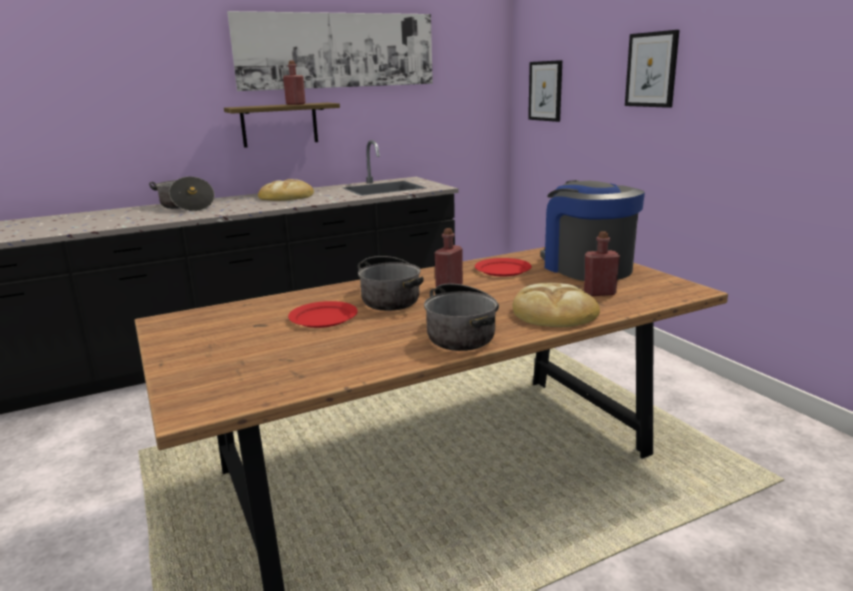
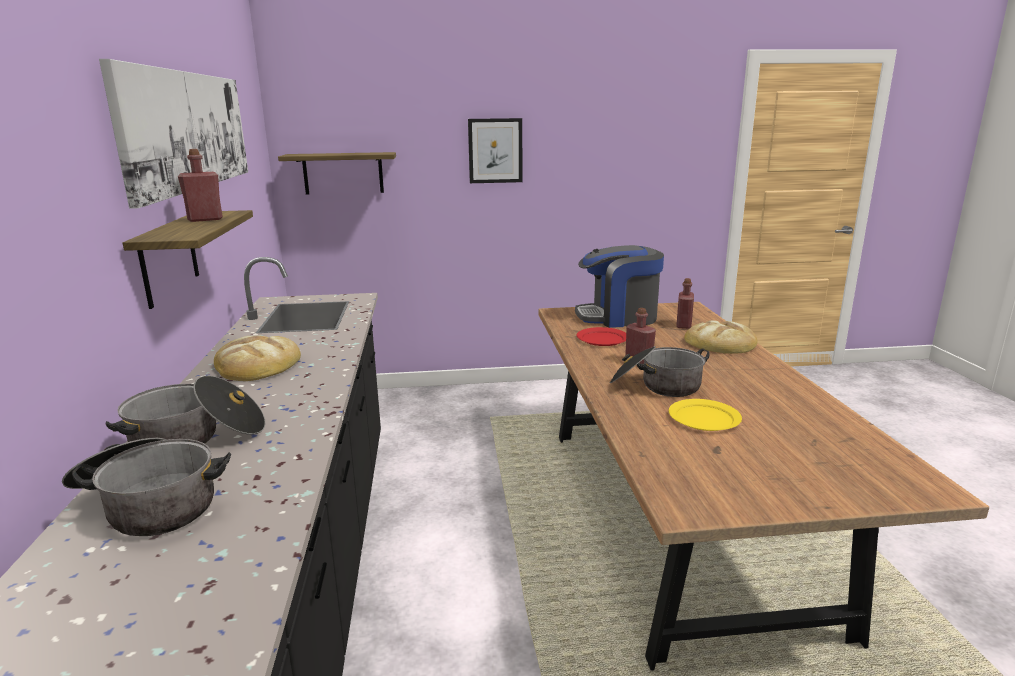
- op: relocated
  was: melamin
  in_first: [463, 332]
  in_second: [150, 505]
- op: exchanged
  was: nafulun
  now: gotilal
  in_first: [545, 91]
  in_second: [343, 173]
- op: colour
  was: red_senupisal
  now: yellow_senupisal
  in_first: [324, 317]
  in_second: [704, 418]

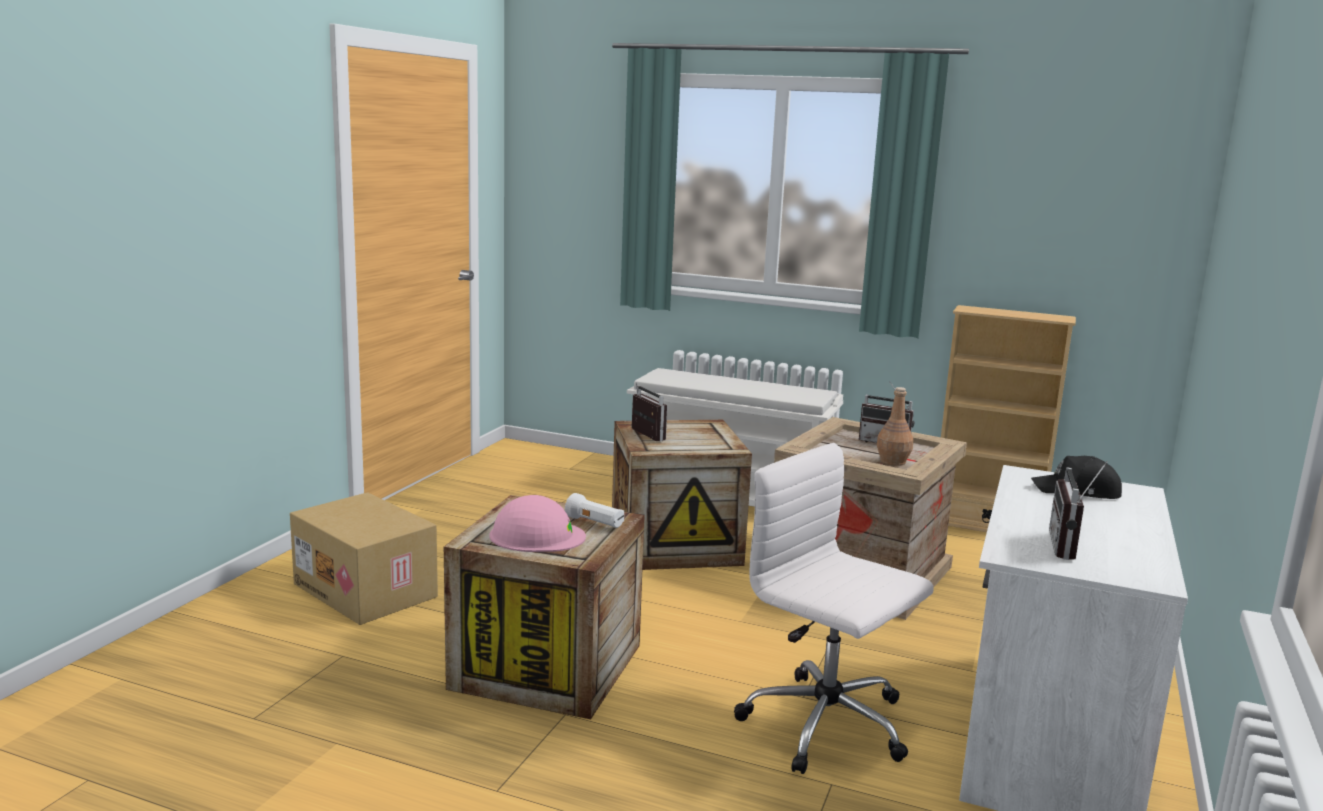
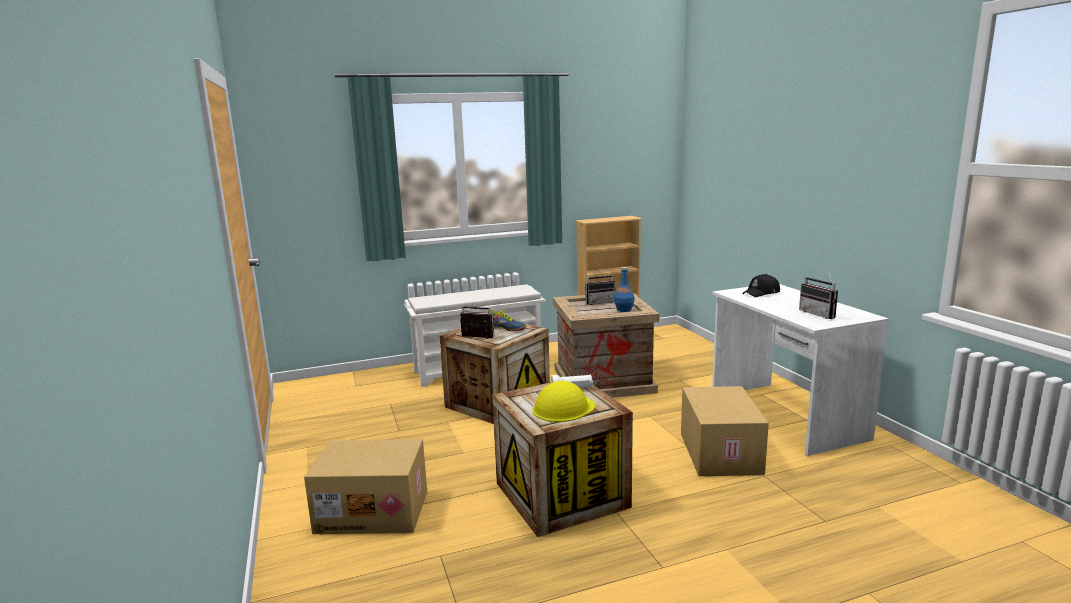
- op: appeared
  now: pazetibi
  in_second: [505, 328]
- op: exchanged
  was: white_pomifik
  now: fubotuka
  in_first: [828, 726]
  in_second: [718, 453]
- op: colour
  was: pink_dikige
  now: yellow_dikige
  in_first: [536, 536]
  in_second: [563, 408]
- op: colour
  was: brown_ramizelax
  now: blue_ramizelax
  in_first: [892, 462]
  in_second: [624, 310]

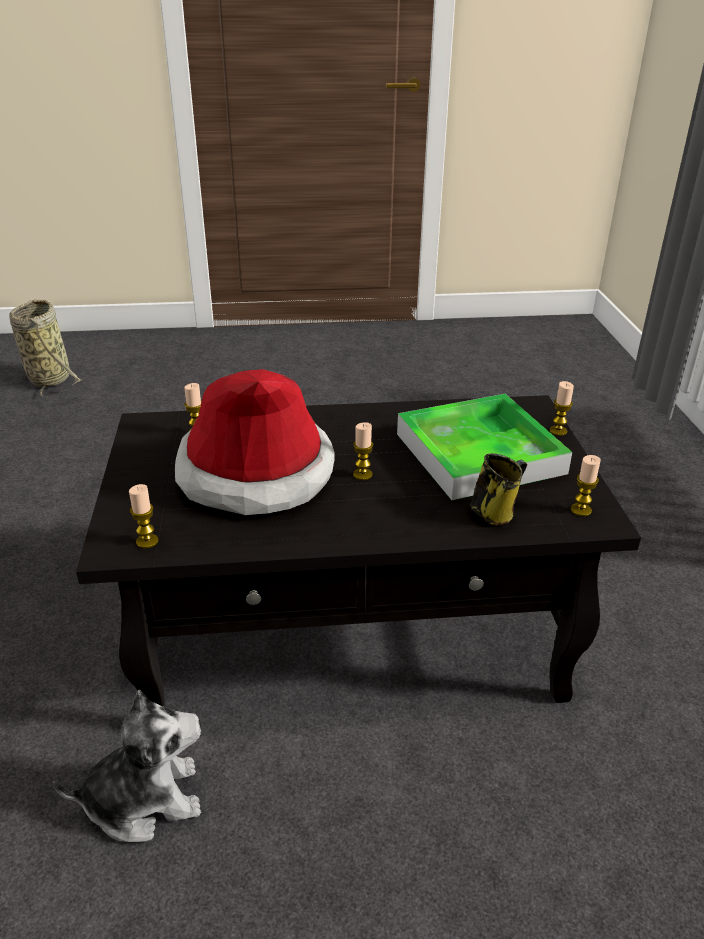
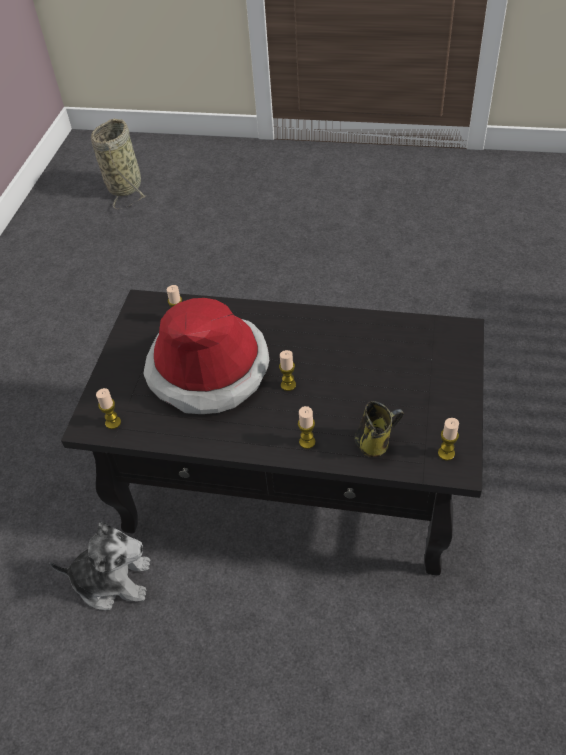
- op: missing
  was: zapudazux
  in_first: [479, 453]
- op: relocated
  was: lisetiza
  in_first: [558, 431]
  in_second: [307, 442]

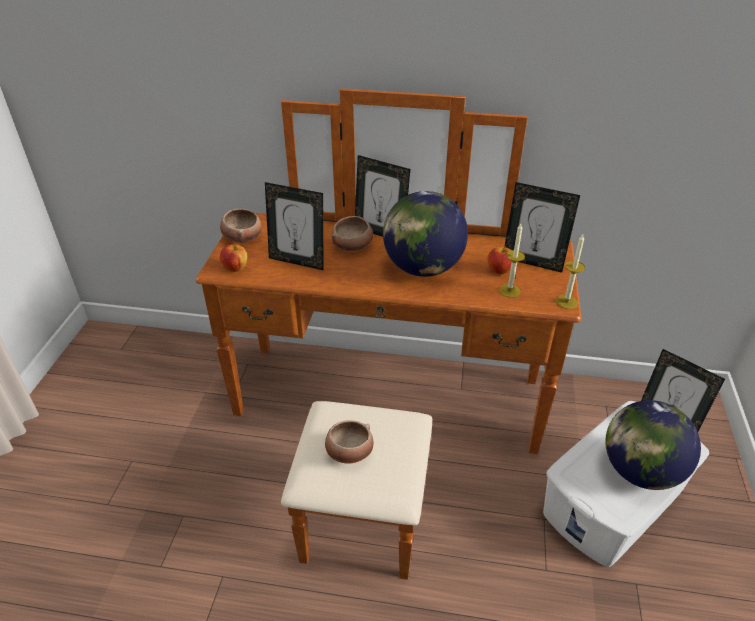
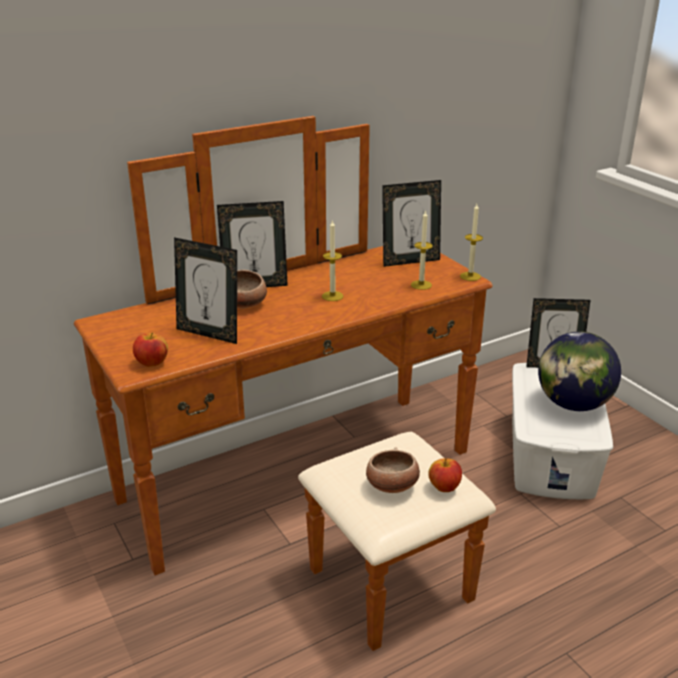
- op: missing
  was: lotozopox
  in_first: [242, 237]
- op: relocated
  was: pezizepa
  in_first: [499, 270]
  in_second: [444, 487]
- op: exchanged
  was: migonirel
  now: lisetiza
  in_first: [423, 268]
  in_second: [332, 296]
- op: spun
  was: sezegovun
  in_first: [298, 261]
  in_second: [209, 333]
  clockwise: 45

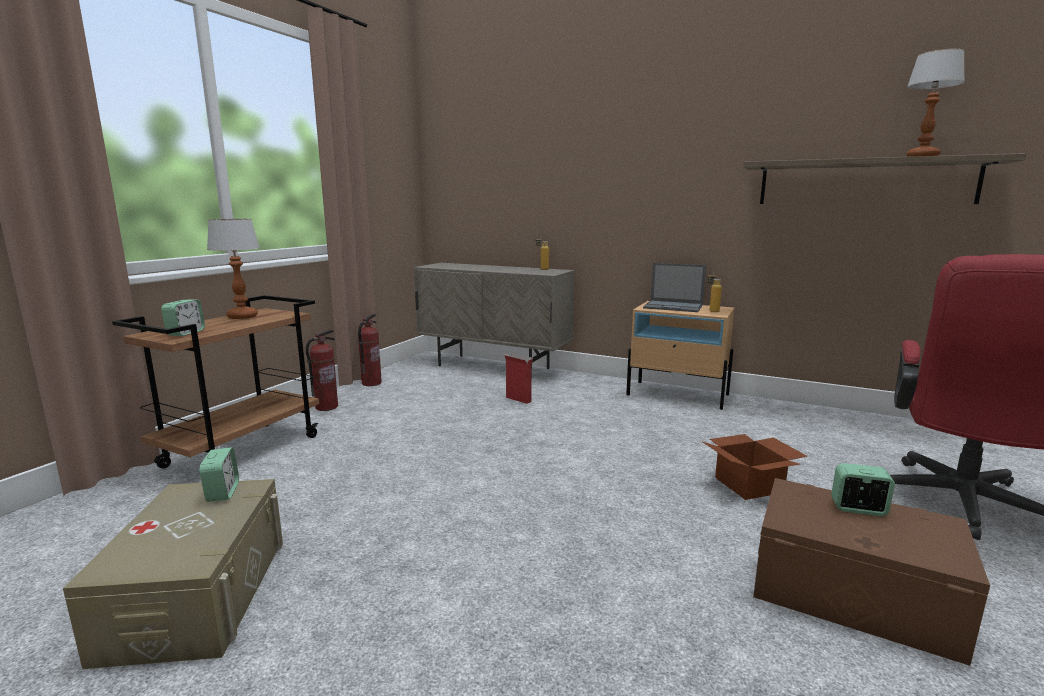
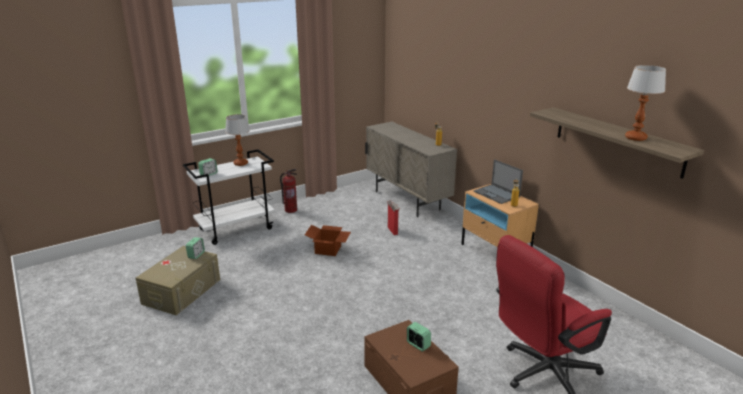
- op: missing
  was: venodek
  in_first: [371, 383]
- op: relocated
  was: fubotuka
  in_first: [751, 485]
  in_second: [328, 249]
- op: colour
  was: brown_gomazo
  now: white_gomazo
  in_first: [243, 450]
  in_second: [236, 229]

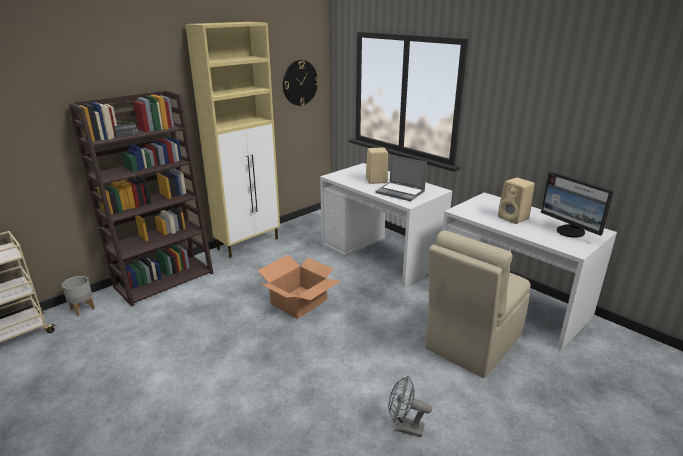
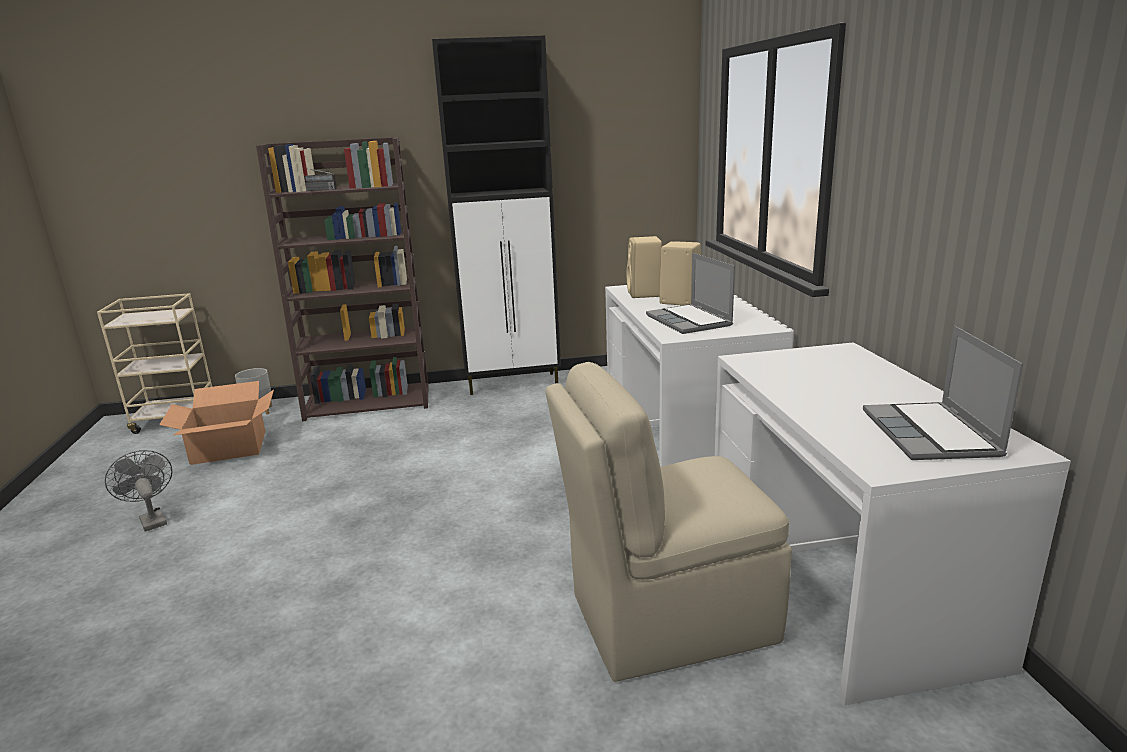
- op: missing
  was: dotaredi
  in_first: [300, 83]
- op: relocated
  was: fubotuka
  in_first: [299, 302]
  in_second: [229, 448]
- op: relocated
  was: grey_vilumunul
  in_first: [404, 427]
  in_second: [151, 519]
- op: relocated
  was: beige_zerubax
  in_first: [514, 218]
  in_second: [645, 294]
- op: exchanged
  was: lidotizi
  now: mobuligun
  in_first: [570, 232]
  in_second: [932, 434]
- op: colour
  was: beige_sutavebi
  now: black_sutavebi
  in_first: [249, 243]
  in_second: [514, 383]

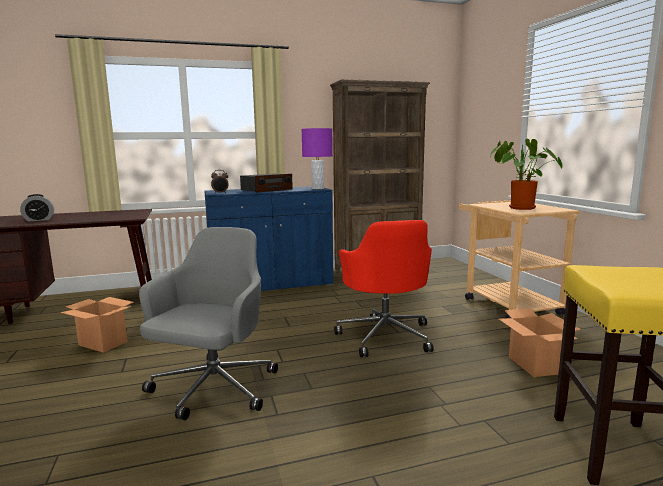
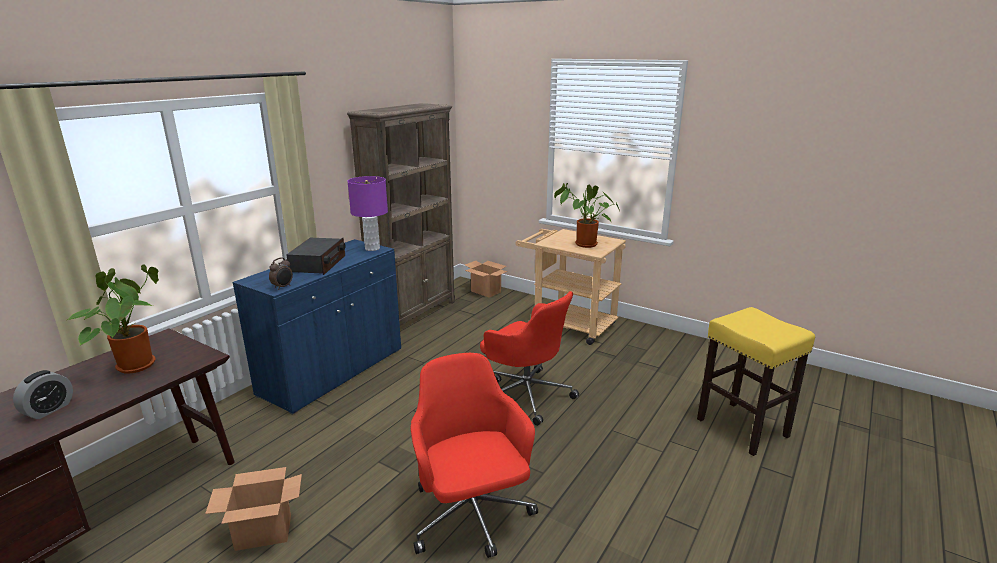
- op: appeared
  now: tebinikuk
  in_second: [135, 364]
- op: relocated
  was: fubotuka
  in_first: [535, 365]
  in_second: [486, 291]
- op: colour
  was: grey_pomifik
  now: red_pomifik
  in_first: [213, 389]
  in_second: [471, 516]

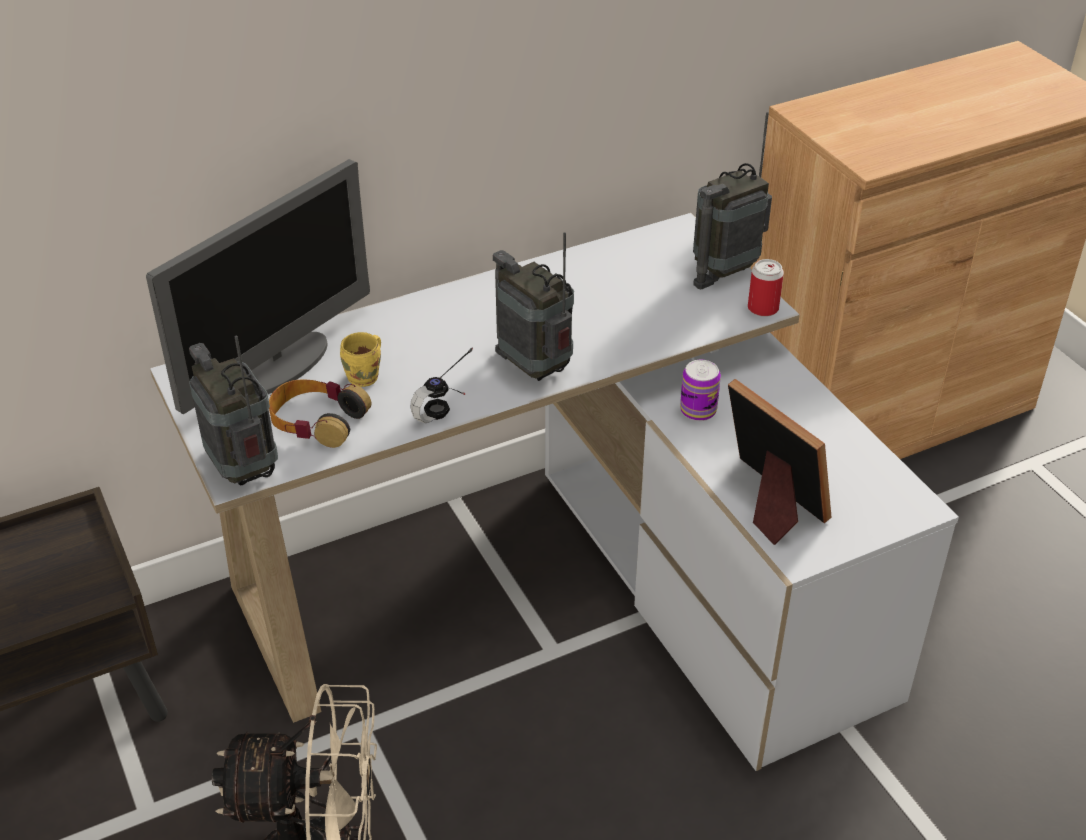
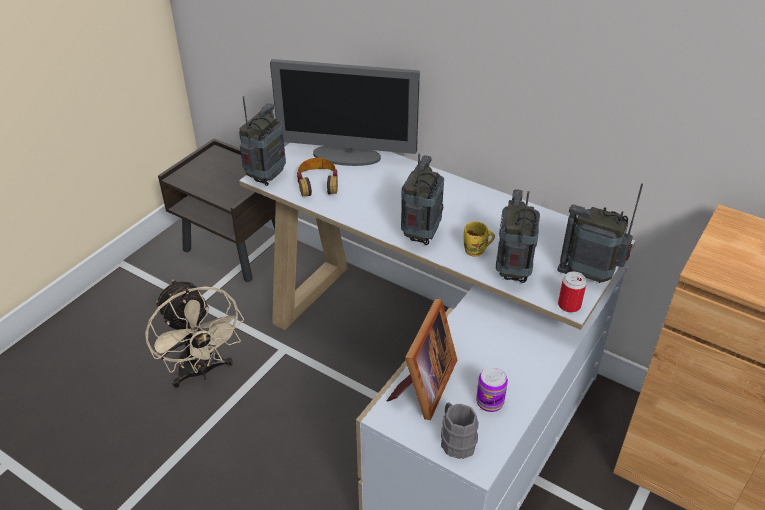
- op: missing
  was: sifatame
  in_first: [454, 410]
- op: appeared
  now: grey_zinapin
  in_second: [455, 440]
- op: appeared
  now: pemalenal
  in_second: [513, 273]
- op: relocated
  was: yellow_zinapin
  in_first: [366, 377]
  in_second: [475, 251]
- op: relocated
  was: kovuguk
  in_first: [698, 410]
  in_second: [489, 402]

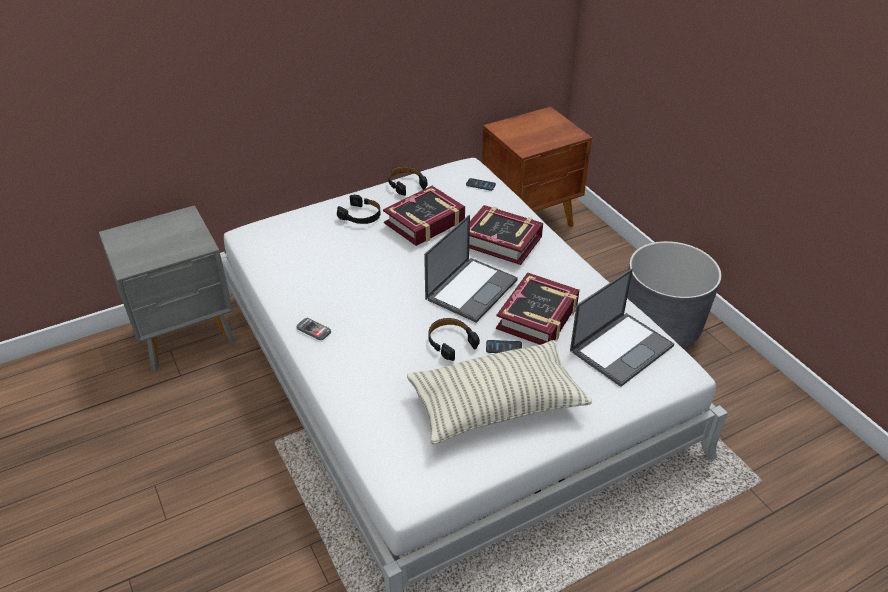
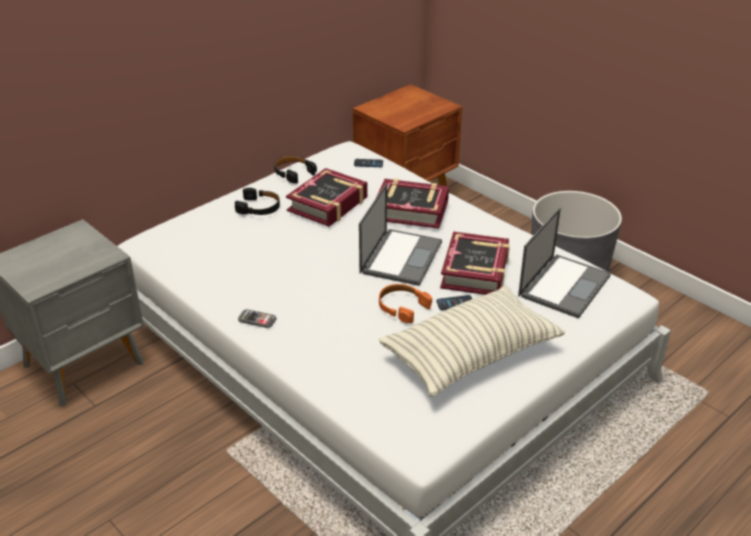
- op: colour
  was: black_sifatame
  now: orange_sifatame
  in_first: [451, 342]
  in_second: [402, 307]

